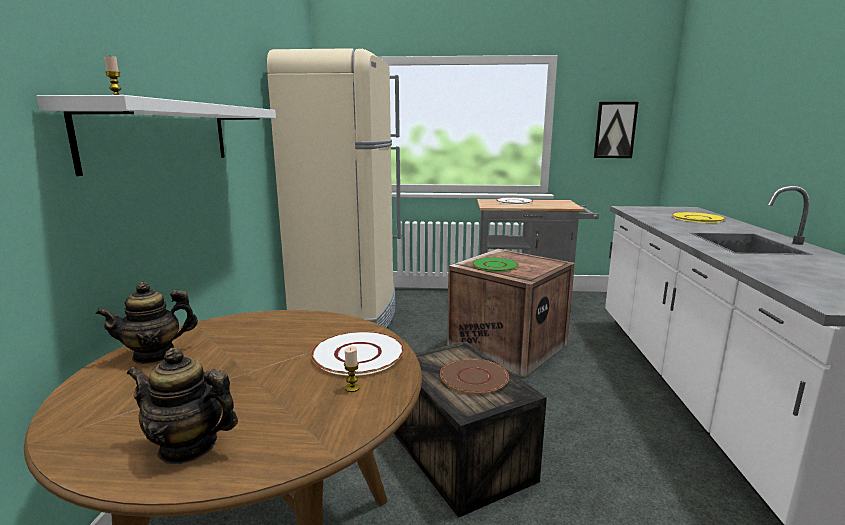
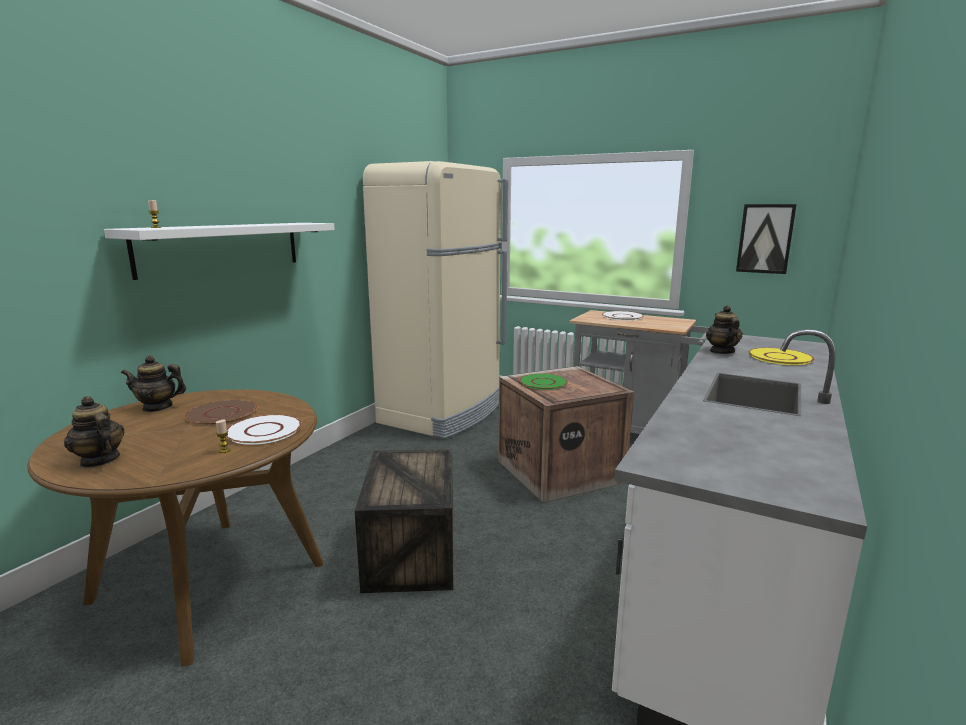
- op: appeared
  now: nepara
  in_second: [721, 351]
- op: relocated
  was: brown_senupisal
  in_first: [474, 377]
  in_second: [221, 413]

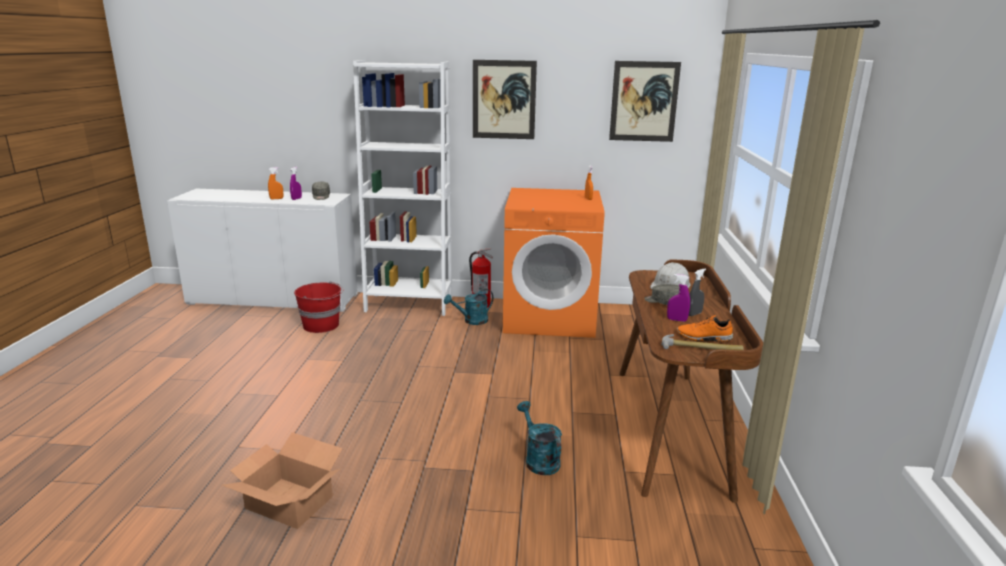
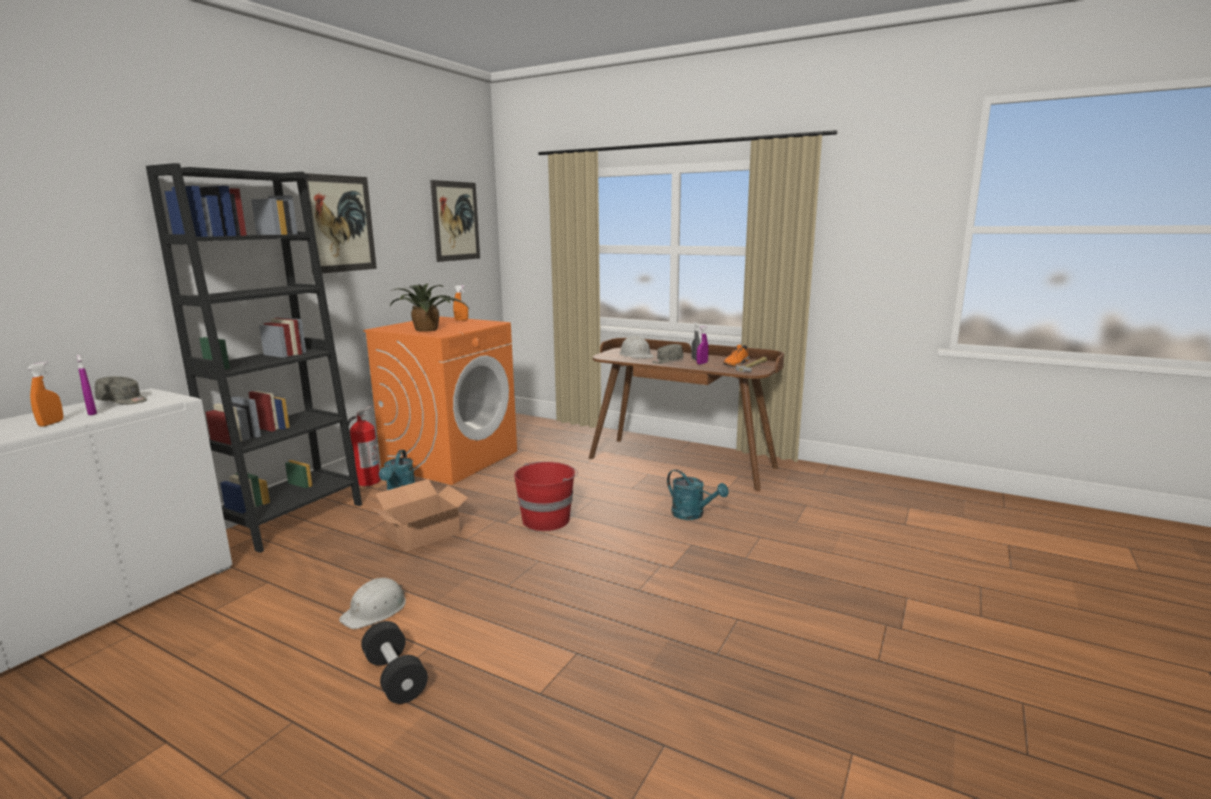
- op: appeared
  now: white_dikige
  in_second: [375, 610]
- op: appeared
  now: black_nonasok
  in_second: [395, 677]
- op: appeared
  now: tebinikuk
  in_second: [428, 329]
- op: relocated
  was: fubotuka
  in_first: [289, 502]
  in_second: [422, 534]
- op: relocated
  was: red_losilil
  in_first: [322, 325]
  in_second: [547, 519]
- op: colour
  was: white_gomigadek
  now: black_gomigadek
  in_first: [409, 304]
  in_second: [293, 519]
- op: spun
  was: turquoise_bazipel
  in_first: [539, 459]
  in_second: [693, 515]
  clockwise: -135

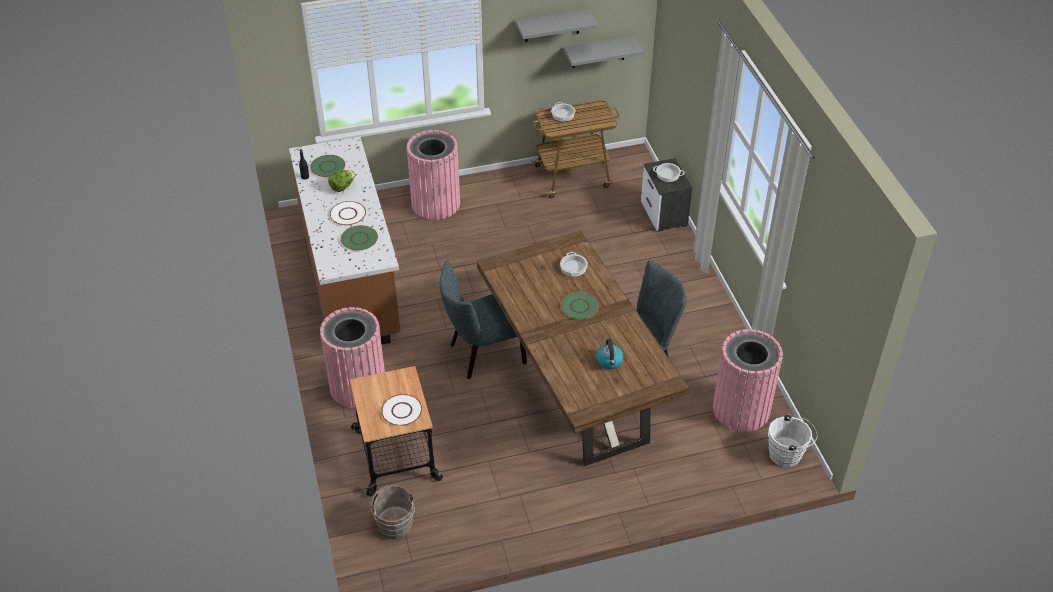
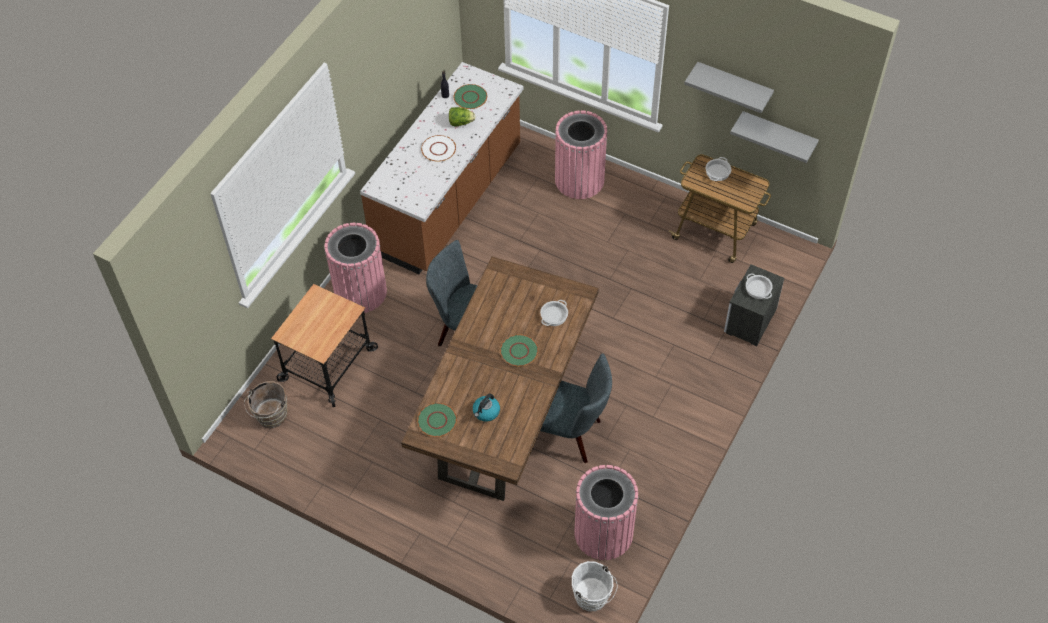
- op: missing
  was: white_senupisal
  in_first: [401, 411]
- op: relocated
  was: green_senupisal
  in_first: [359, 239]
  in_second: [436, 420]

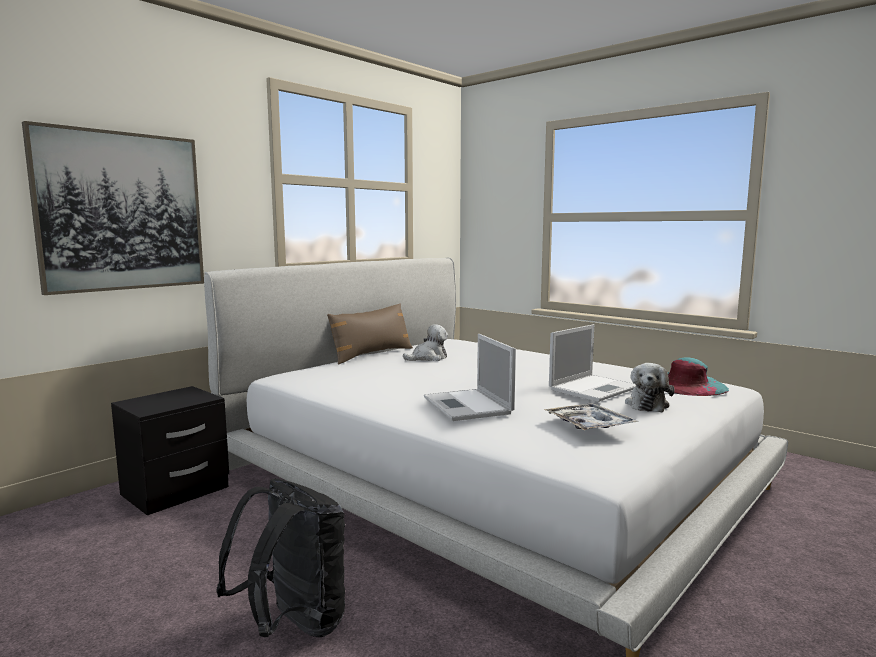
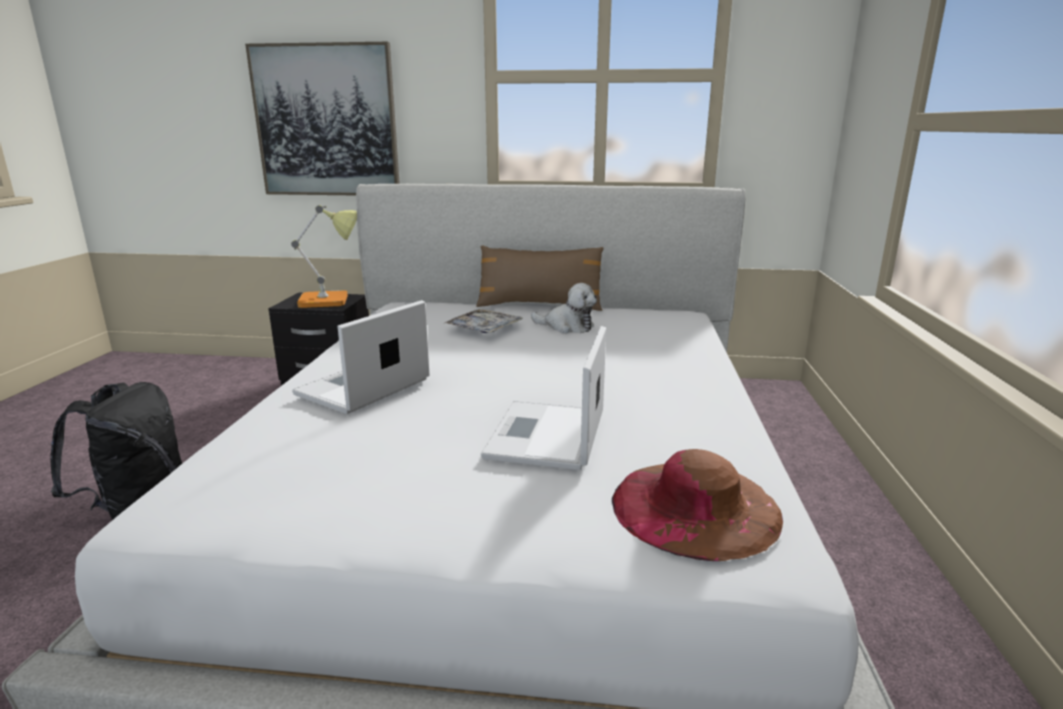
- op: missing
  was: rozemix
  in_first: [647, 404]
- op: appeared
  now: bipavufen
  in_second: [331, 300]
- op: relocated
  was: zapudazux
  in_first: [589, 425]
  in_second: [484, 328]
- op: colour
  was: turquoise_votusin
  now: brown_votusin
  in_first: [686, 385]
  in_second: [695, 507]
- op: spun
  was: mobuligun
  in_first: [594, 388]
  in_second: [546, 436]
  clockwise: 90

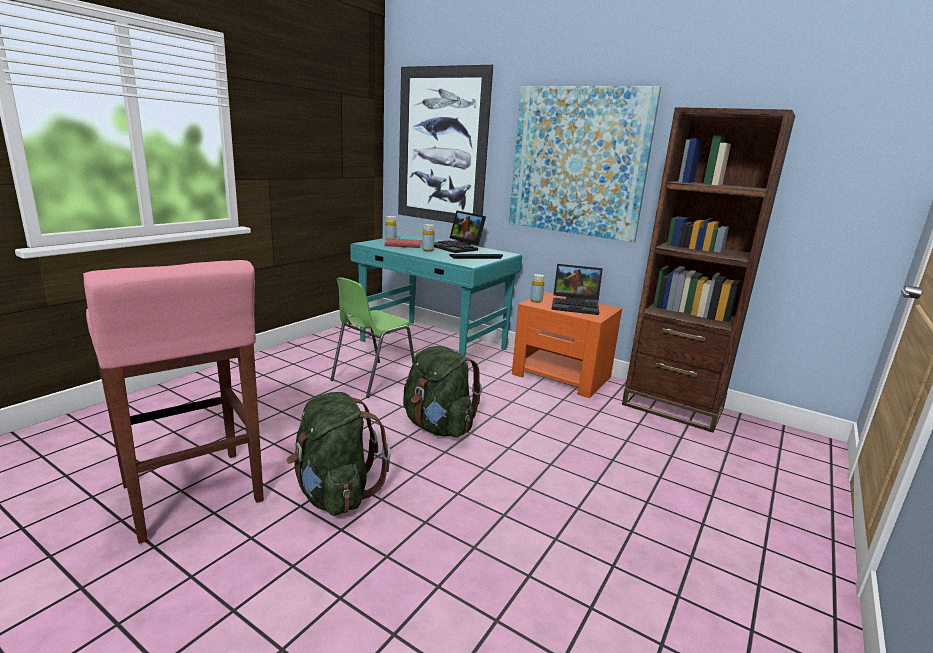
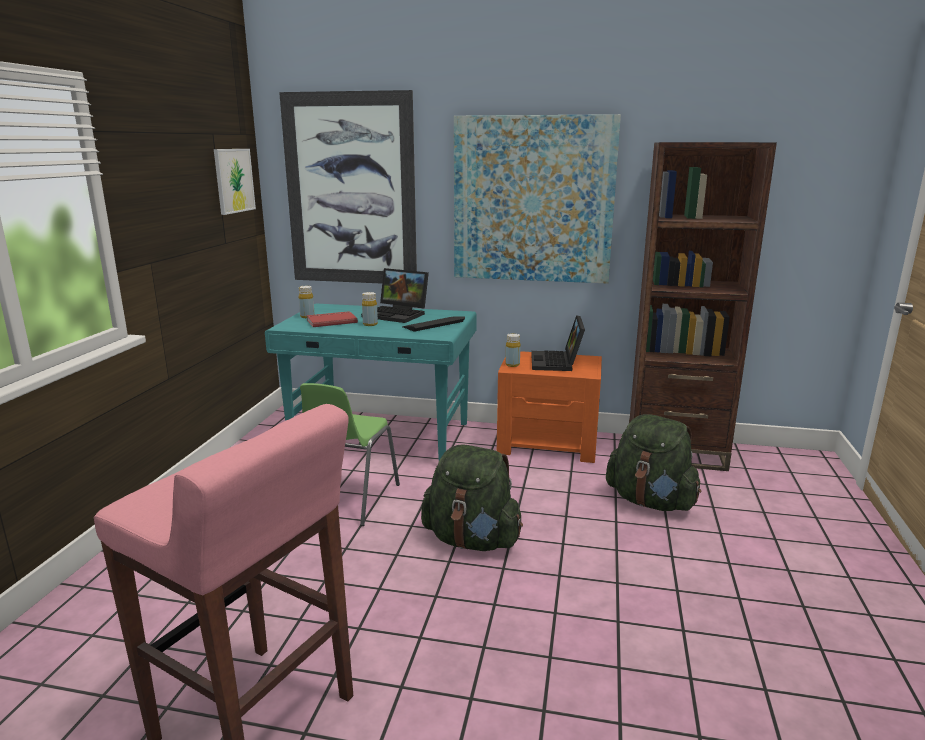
- op: appeared
  now: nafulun
  in_second: [234, 180]
- op: relocated
  was: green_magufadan
  in_first: [334, 493]
  in_second: [651, 501]
- op: spun
  was: mobuligun
  in_first: [576, 306]
  in_second: [557, 362]
  clockwise: 105

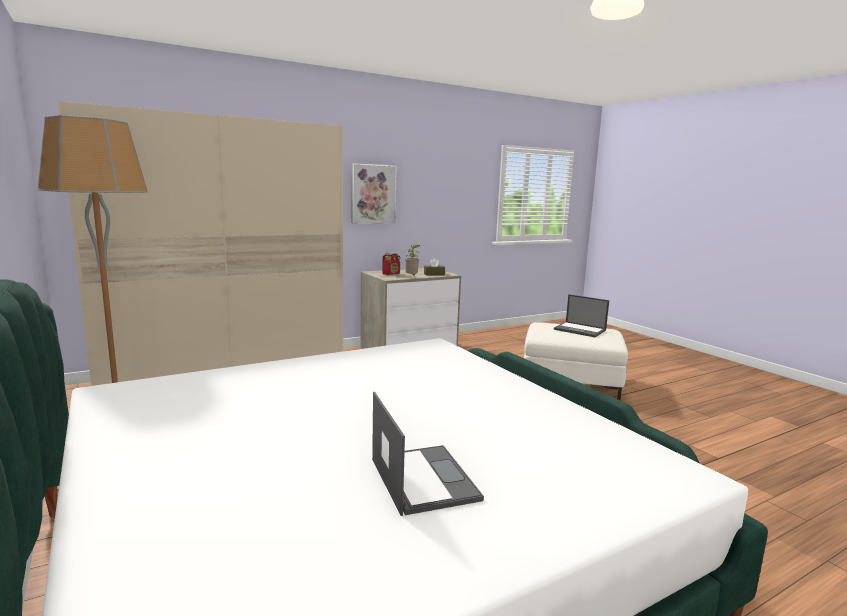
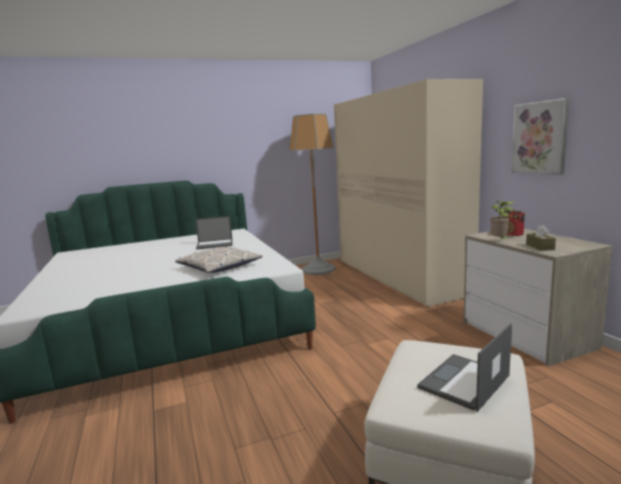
- op: appeared
  now: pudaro
  in_second: [219, 267]
- op: relocated
  was: mobuligun
  in_first: [422, 478]
  in_second: [215, 244]

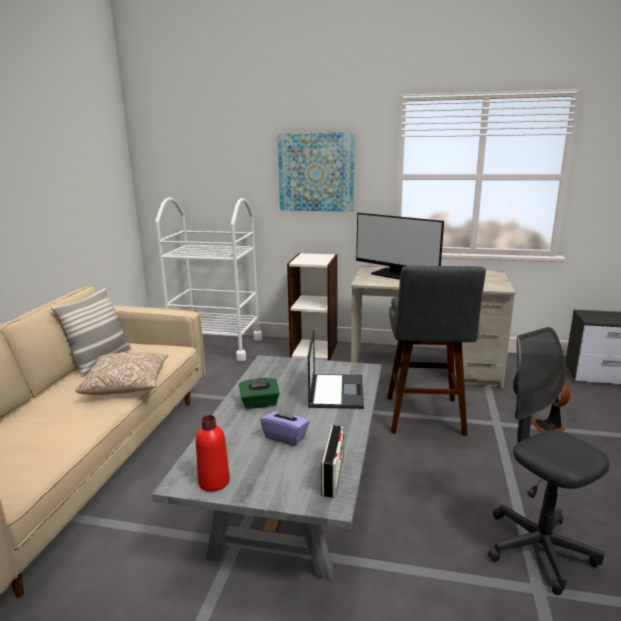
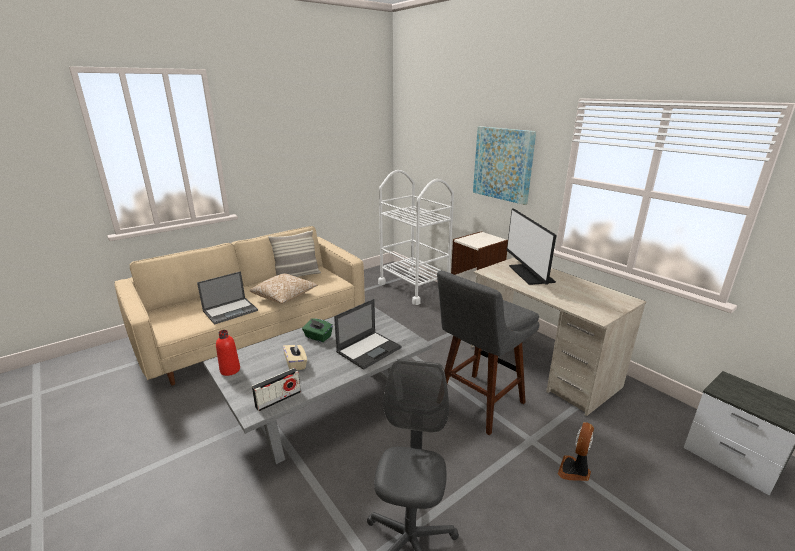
- op: appeared
  now: mobuligun
  in_second: [231, 310]
- op: colour
  was: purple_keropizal
  now: beige_keropizal
  in_first: [285, 437]
  in_second: [296, 364]

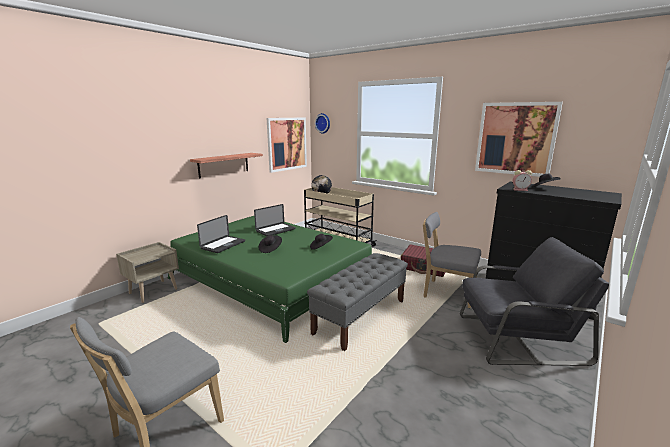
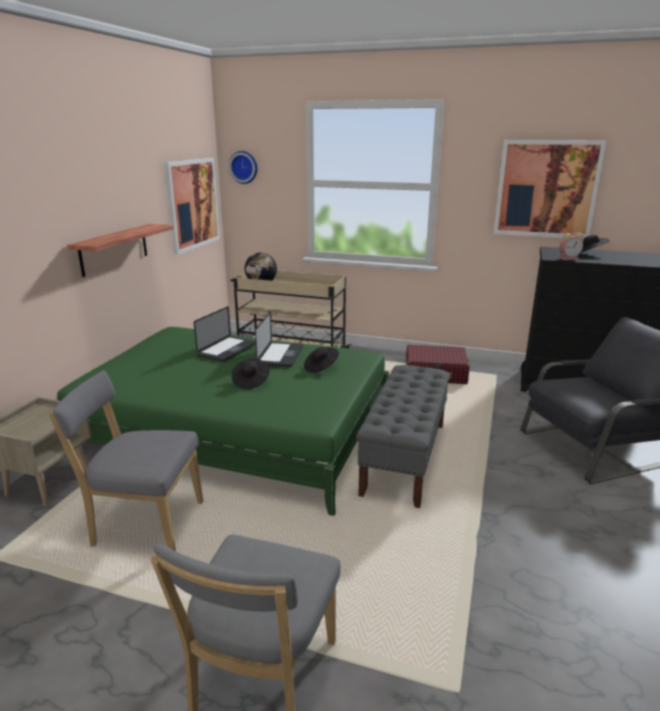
- op: relocated
  was: mobuligun
  in_first: [223, 245]
  in_second: [280, 355]
- op: relocated
  was: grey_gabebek
  in_first: [446, 292]
  in_second: [144, 523]

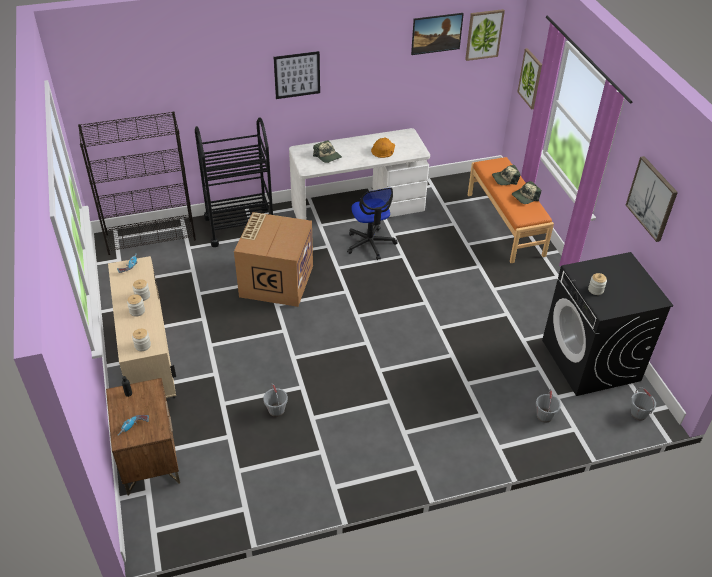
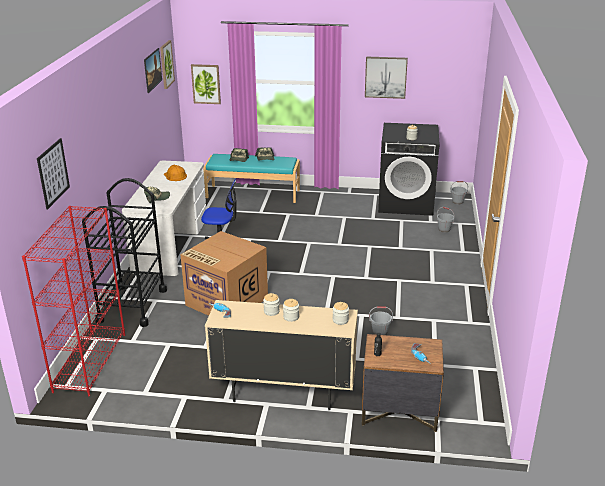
- op: relocated
  was: nafulun
  in_first: [297, 75]
  in_second: [53, 173]
- op: colour
  was: black_gomigadek
  now: red_gomigadek
  in_first: [151, 237]
  in_second: [90, 361]
- op: colour
  was: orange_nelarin
  now: turquoise_nelarin
  in_first: [505, 224]
  in_second: [253, 193]

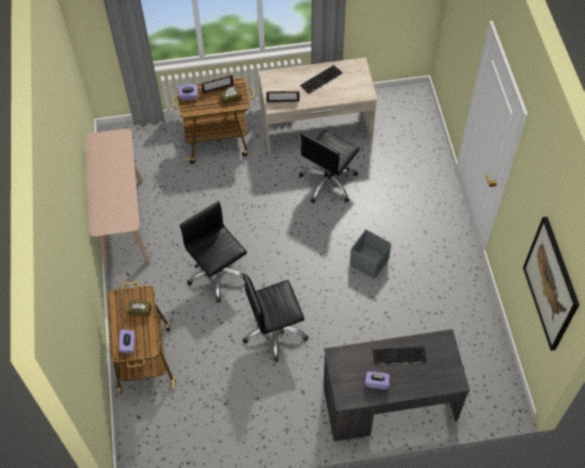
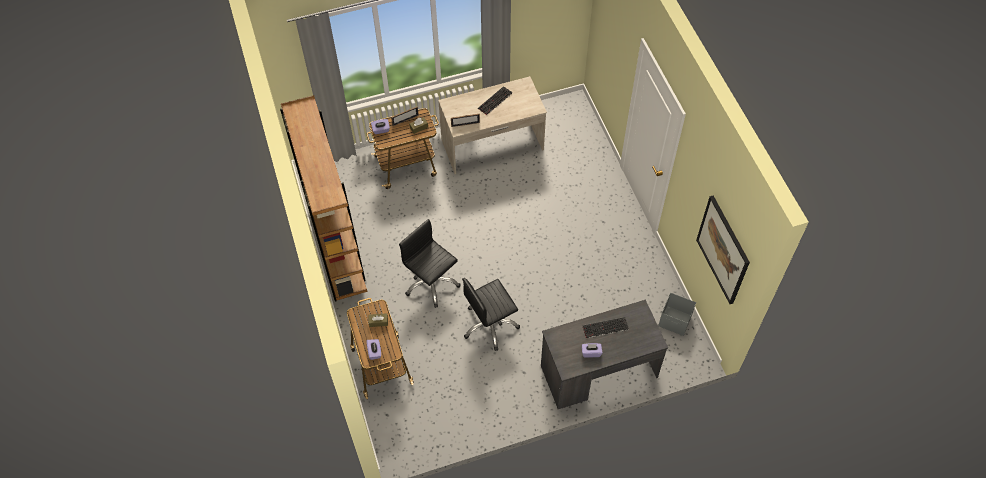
- op: missing
  was: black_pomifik
  in_first: [328, 182]
- op: relocated
  was: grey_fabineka
  in_first: [369, 262]
  in_second: [675, 321]
- op: exchanged
  was: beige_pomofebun
  now: brown_gomigadek
  in_first: [123, 223]
  in_second: [337, 250]

